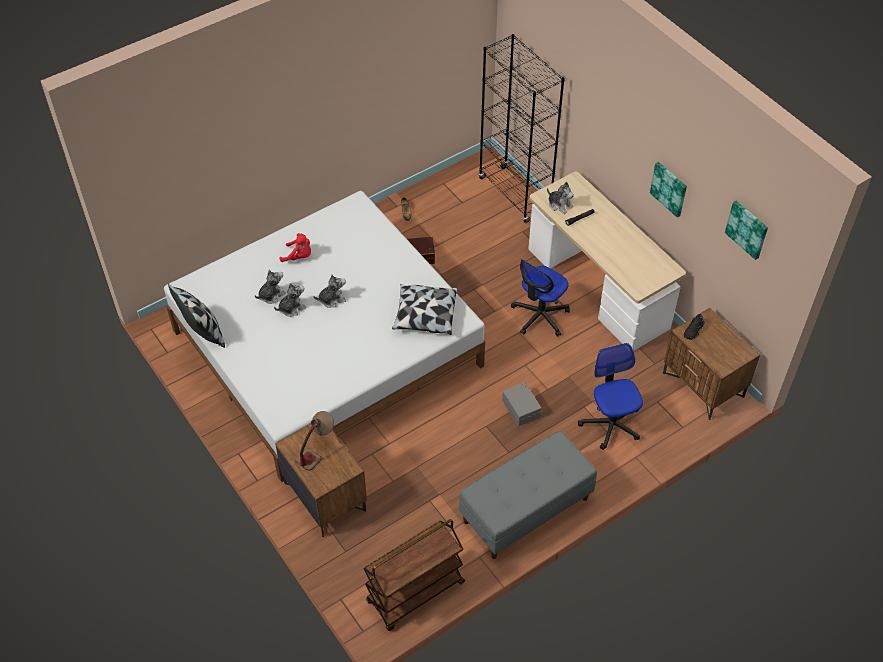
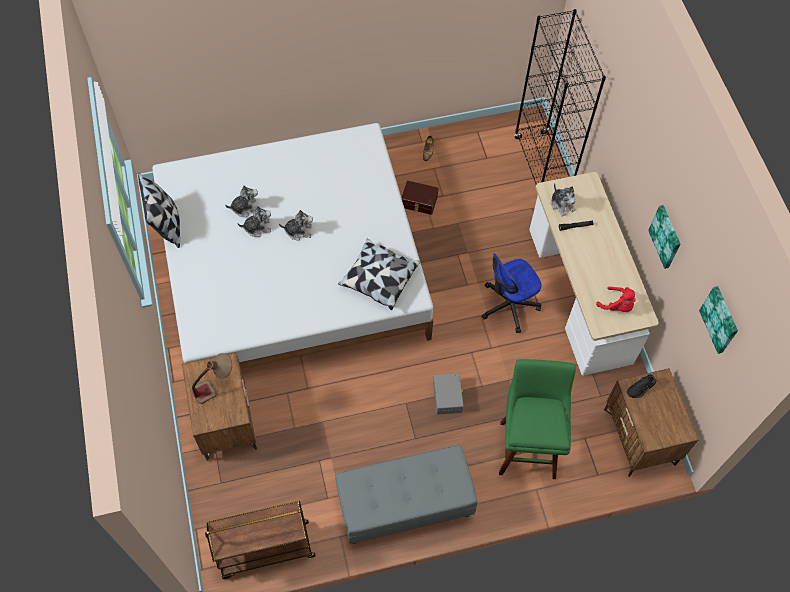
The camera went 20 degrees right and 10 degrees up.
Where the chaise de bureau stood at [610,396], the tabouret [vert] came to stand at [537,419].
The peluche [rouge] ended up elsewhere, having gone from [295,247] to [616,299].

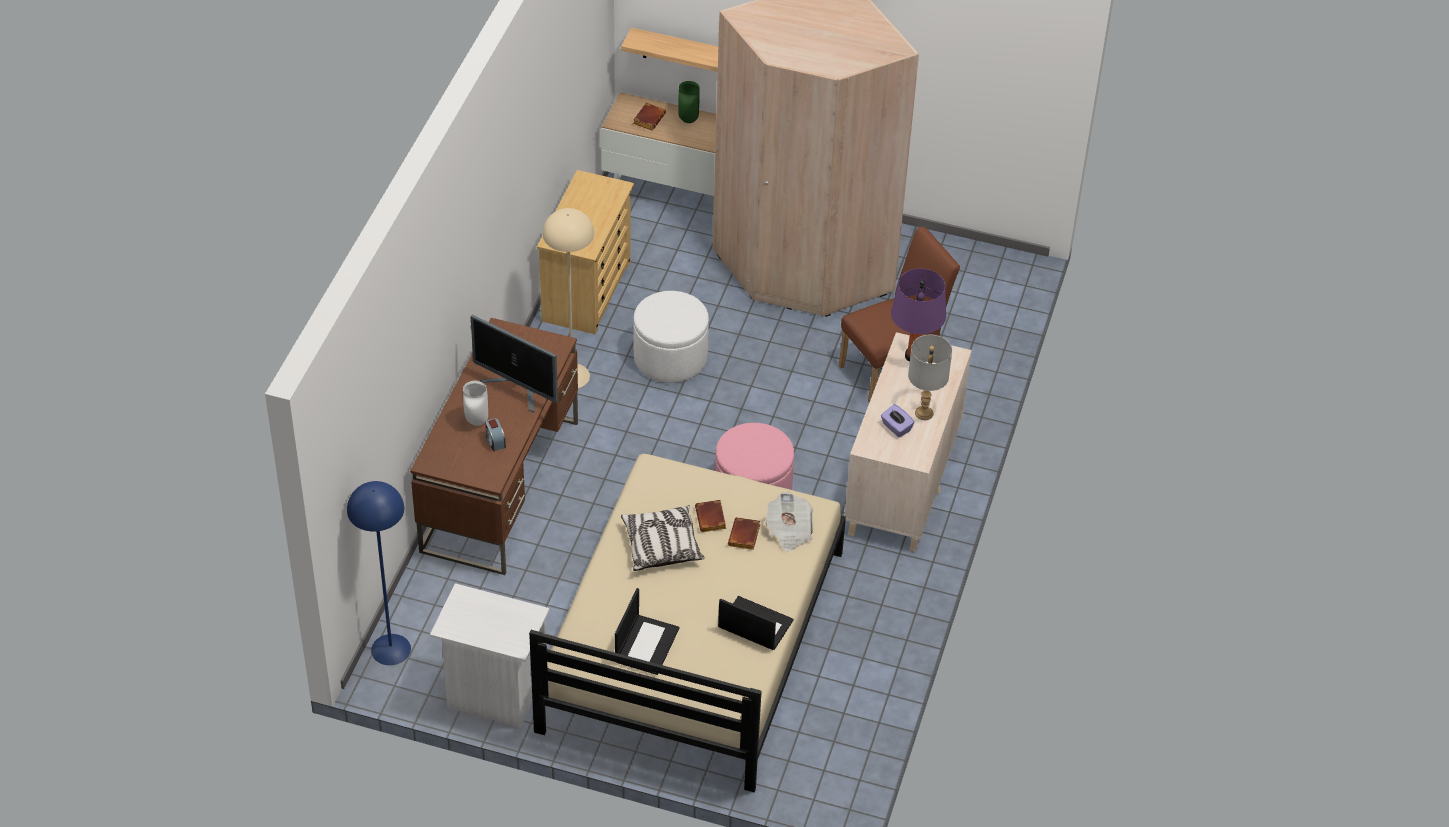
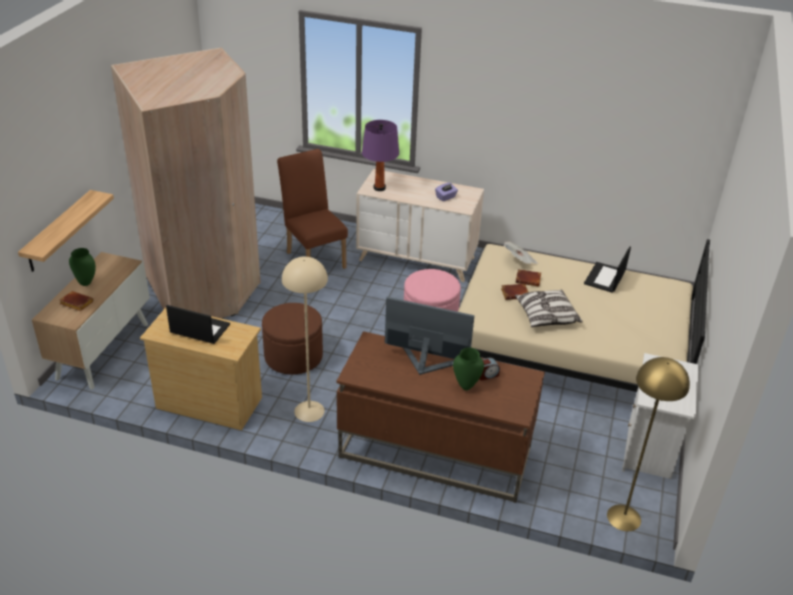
The camera went 90 degrees left and 10 degrees down.
The ordinateur portable ended up elsewhere, having gone from [647,631] to [198,324].
What was the pouf [blanc] at [671,337] turned into the pouf [marron] at [292,339].
The écran d'ordinateur at [514,364] ended up facing another way, 105 degrees counterclockwise from before.
What was the vase [blanc] at [475,403] turned into the vase [vert] at [468,368].
What was the lampadaire [bleu] at [379,573] turned into the lampadaire [jaune] at [648,444].
The second view lost the lampe de table [gris] at [930,377].

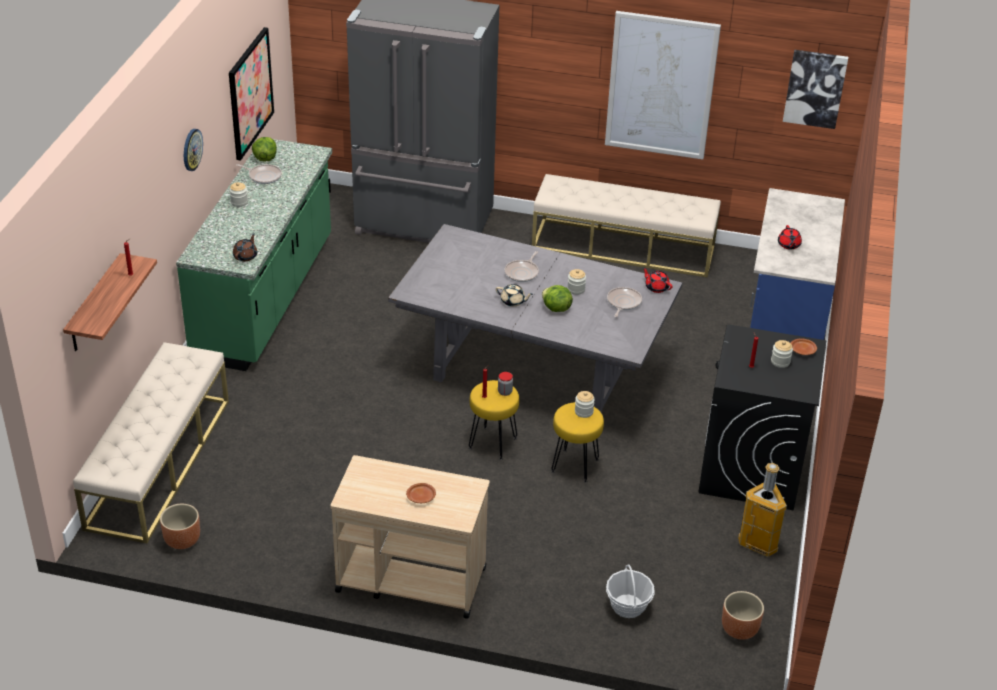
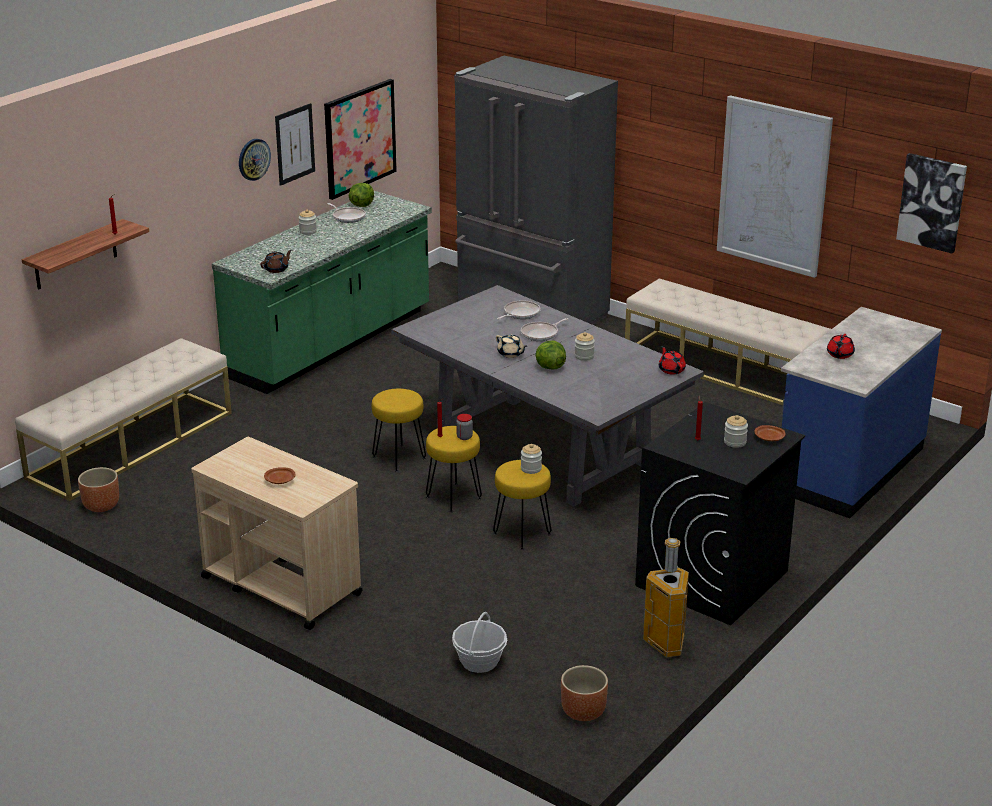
The camera went 25 degrees right and 10 degrees down.
The second view gained the tableau at [295,144].
The second view gained the tabouret [jaune] at [399,430].
The poêle ended up elsewhere, having gone from [624,302] to [518,310].

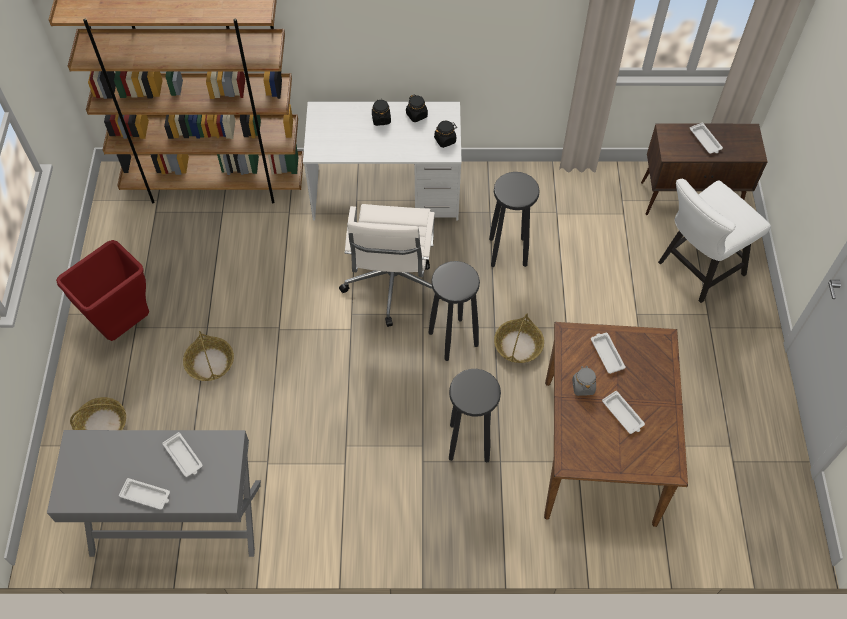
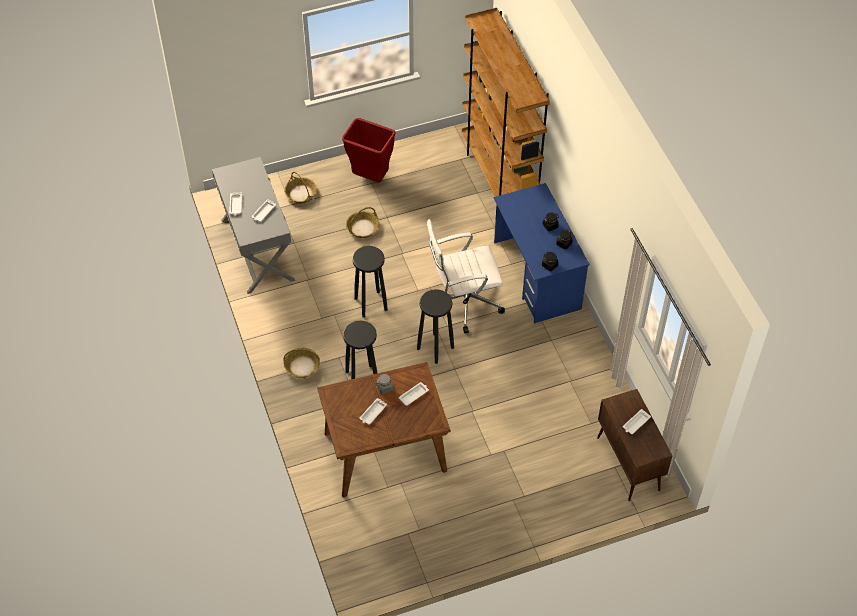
The camera went 70 degrees right and 5 degrees down.
The panier ended up elsewhere, having gone from [519,338] to [302,363].
The tabouret [noir] ended up elsewhere, having gone from [514,219] to [370,282].
What was the bureau [blanc] at [382,161] turned into the bureau [bleu] at [542,253].
The second view lost the chaise [blanc] at [714,241].

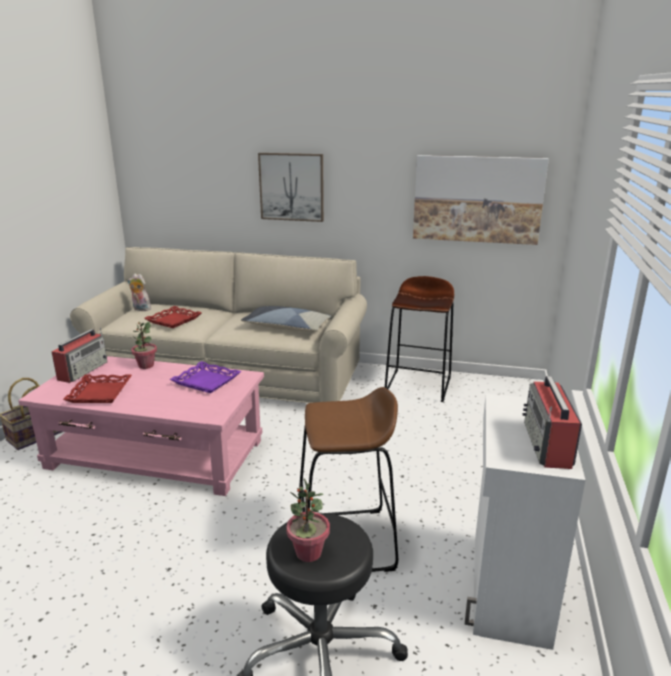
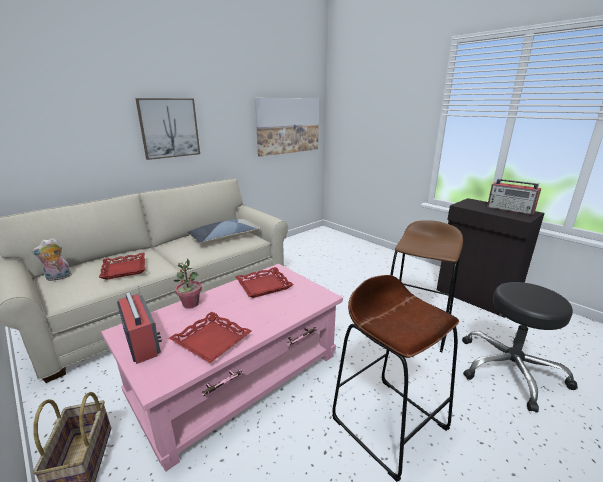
The camera went 55 degrees left and 0 degrees up.
What was the plateau [violet] at [205,377] turned into the plateau [rouge] at [264,282].
The tabouret [marron] ended up elsewhere, having gone from [419,339] to [395,378].
What was the meuble de rangement [blanc] at [525,522] turned into the meuble de rangement [noir] at [490,258].
The second view lost the plante en pot at [308,520].

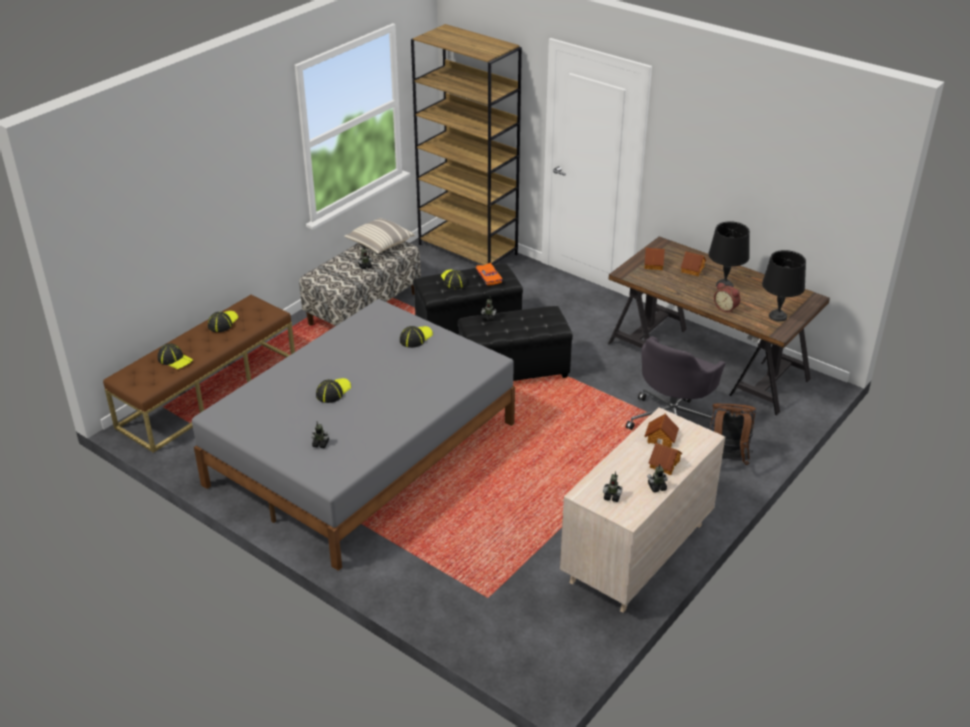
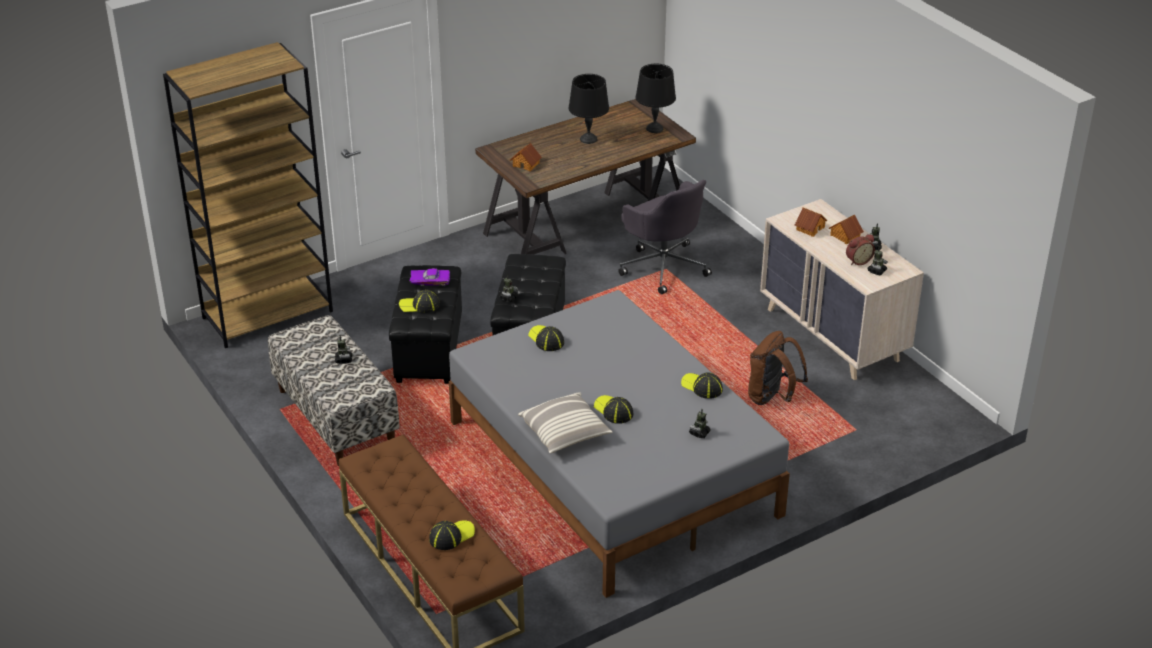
The camera went 70 degrees left and 0 degrees up.
What was the petite voiture [orange] at [489,274] turned into the petite voiture [violet] at [429,277].
The coussin ended up elsewhere, having gone from [379,236] to [565,422].
The casquette ended up elsewhere, having gone from [223,321] to [702,386].
The sac à dos [marron] ended up elsewhere, having gone from [733,434] to [778,368].
The réveil ended up elsewhere, having gone from [727,297] to [860,249].
The second view lost the maison miniature at [693,263].

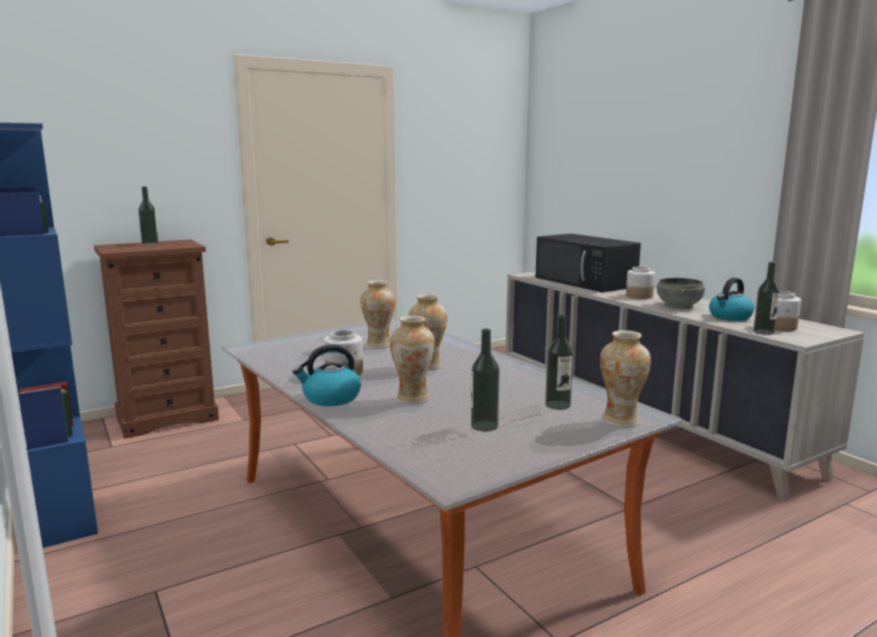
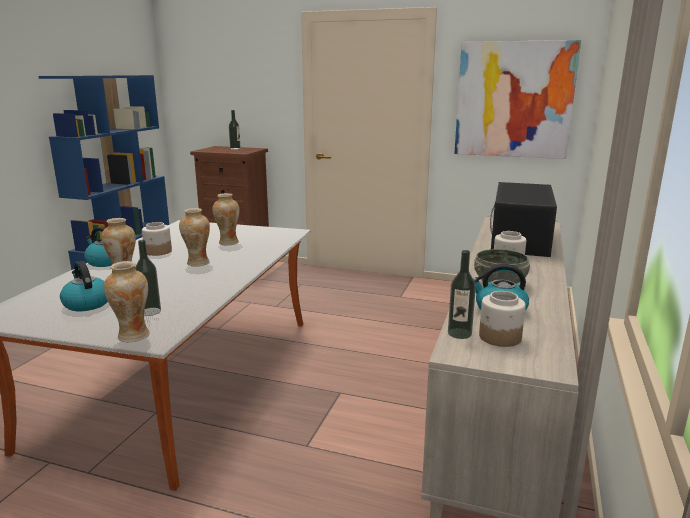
The camera went 50 degrees right and 5 degrees up.
Where the bouteille stood at [485,380], the bouilloire came to stand at [84,286].
The second view gained the tableau at [517,99].

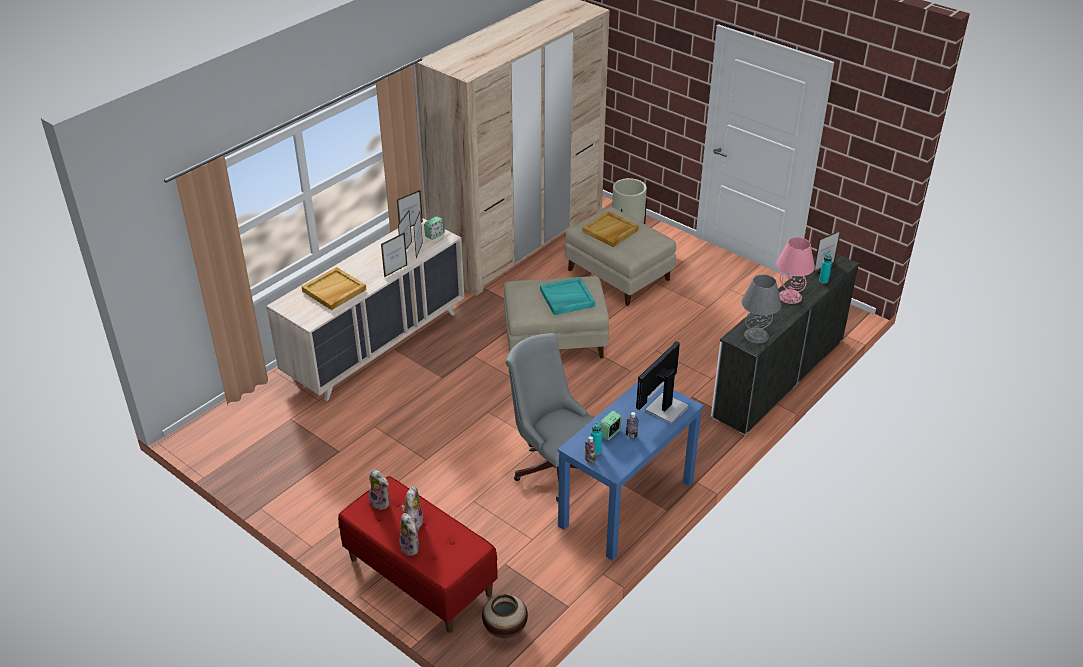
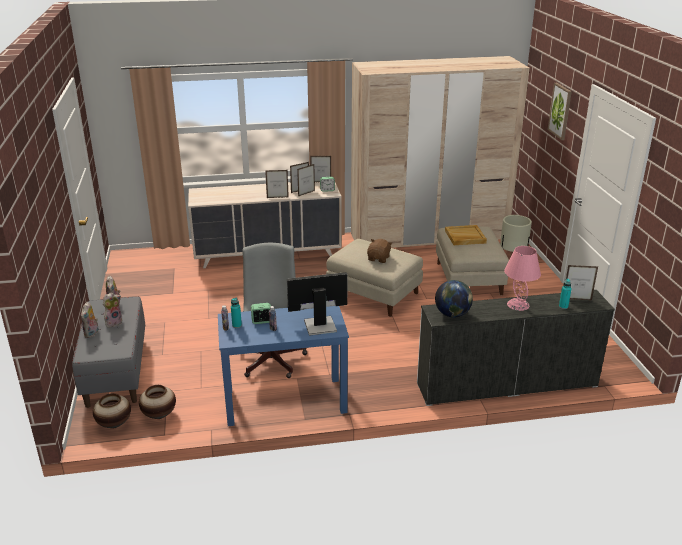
The camera went 40 degrees right and 10 degrees down.
What was the banc [rouge] at [418,554] turned into the banc [gris] at [108,352].
The second view gained the vase at [157,402].
Where the plateau [turquoise] stood at [567,296], the peluche [marron] came to stand at [380,251].
Where the lampe de table [gris] stood at [761,308], the globe came to stand at [454,298].
The second view gained the tableau at [559,111].
The second view lost the plateau [beige] at [333,288].

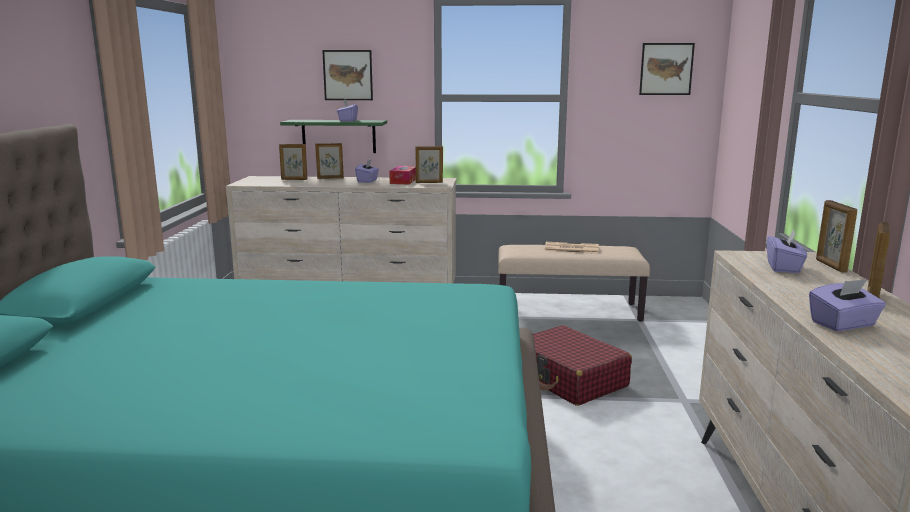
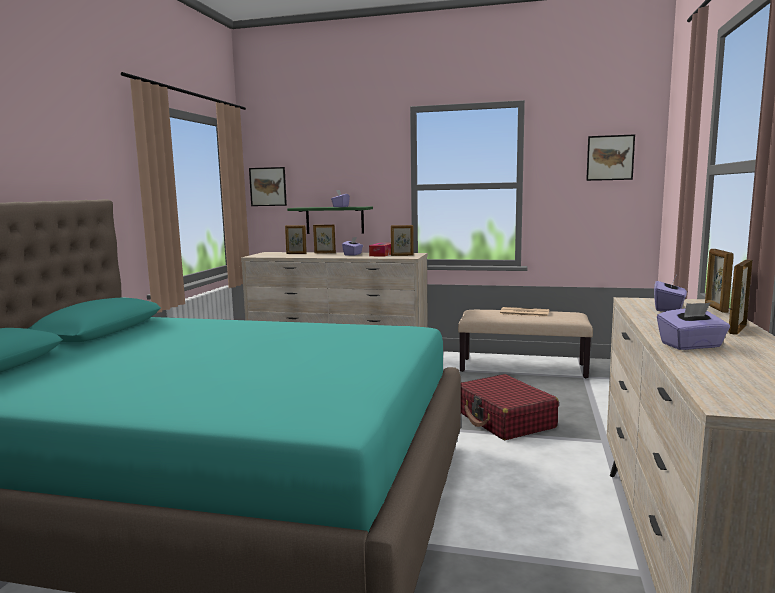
The camera went 10 degrees right and 5 degrees down.
The tableau ended up elsewhere, having gone from [347,75] to [268,186].

